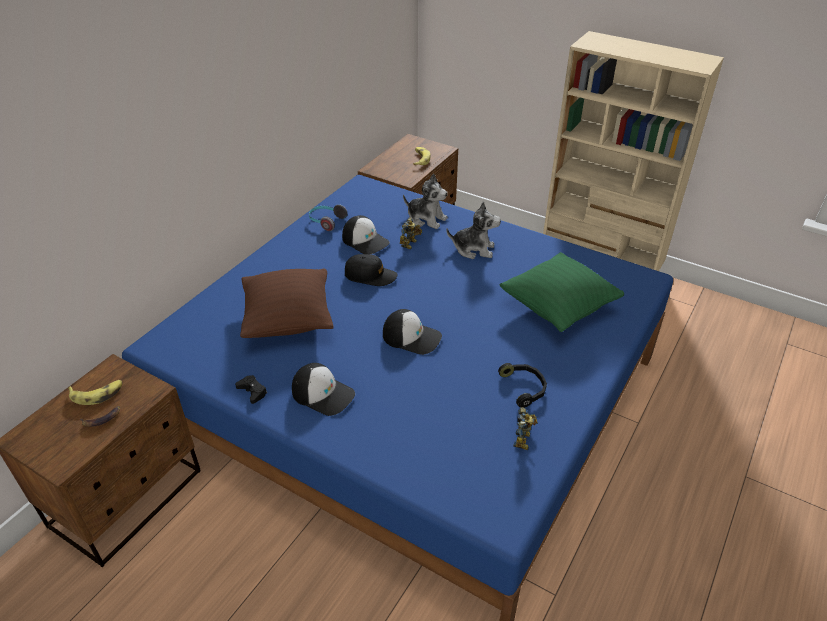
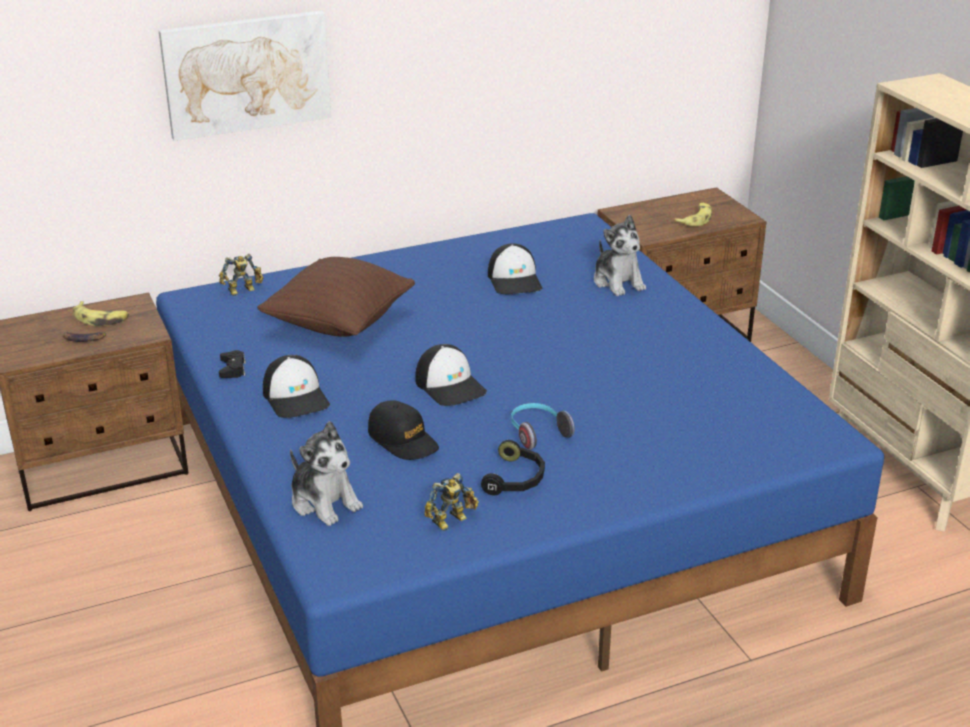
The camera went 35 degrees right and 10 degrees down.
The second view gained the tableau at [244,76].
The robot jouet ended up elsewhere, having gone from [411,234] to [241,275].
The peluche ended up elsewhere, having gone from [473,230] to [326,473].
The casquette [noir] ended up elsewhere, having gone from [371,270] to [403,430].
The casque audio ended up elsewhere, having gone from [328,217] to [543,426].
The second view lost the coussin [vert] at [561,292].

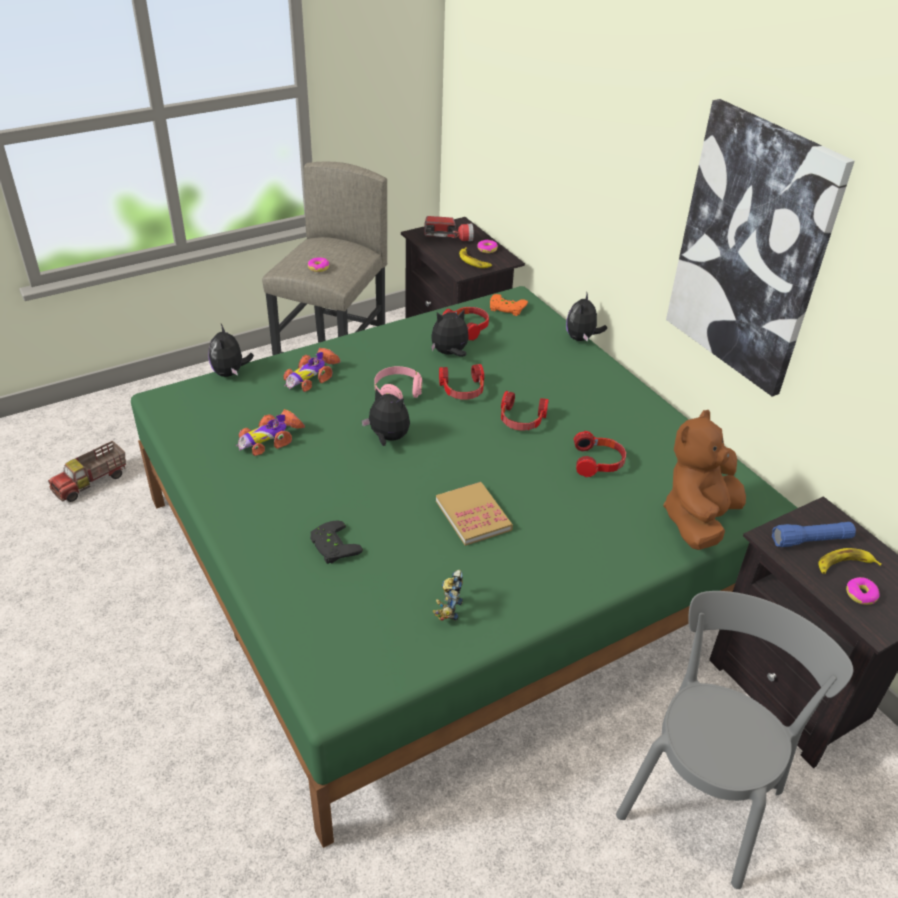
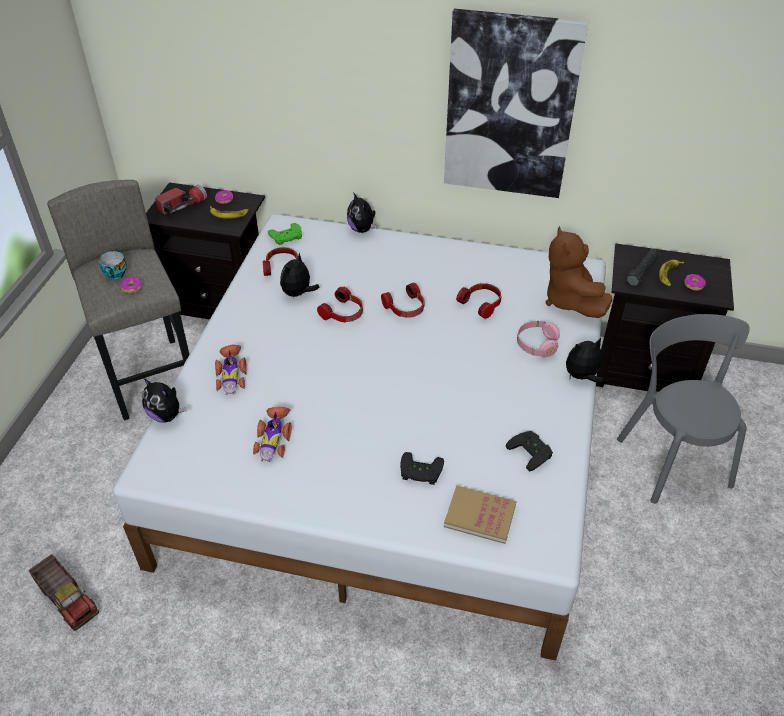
The camera went 45 degrees left and 5 degrees up.
The camion jouet at [87,471] ended up facing another way, 45 degrees counterclockwise from before.
The second view gained the tasse at [113,265].
What was the lit [vert] at [464,567] turned into the lit [blanc] at [359,437].
What was the manette [orange] at [509,305] turned into the manette [vert] at [285,234].
The livre ended up elsewhere, having gone from [474,514] to [480,515].
Where the robot jouet stood at [448,595], the manette [noir] came to stand at [529,451].
The casque audio [rose] ended up elsewhere, having gone from [398,382] to [538,339].
The peluche ended up elsewhere, having gone from [385,417] to [585,360].
What was the lampe de poche [bleu] at [814,534] turned into the lampe de poche [noir] at [642,267].

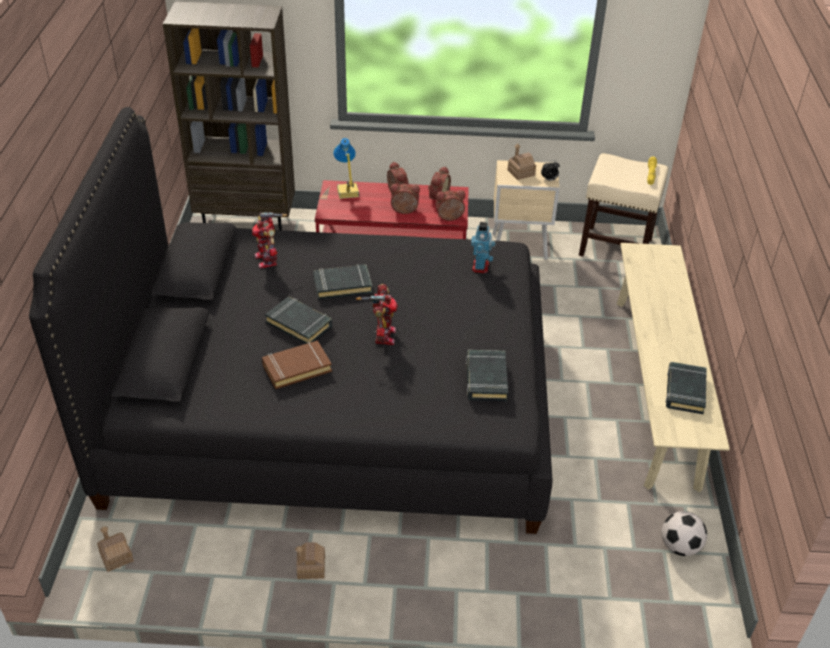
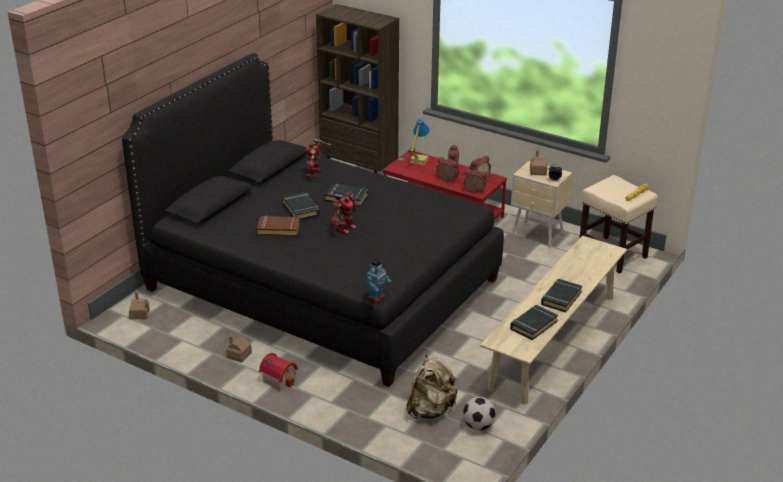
The camera went 30 degrees right and 10 degrees down.
The second view gained the maison miniature at [278,371].
The robot jouet ended up elsewhere, having gone from [483,247] to [379,281].
The second view gained the sac à dos [beige] at [432,386].
The livre [noir] ended up elsewhere, having gone from [487,375] to [561,296].

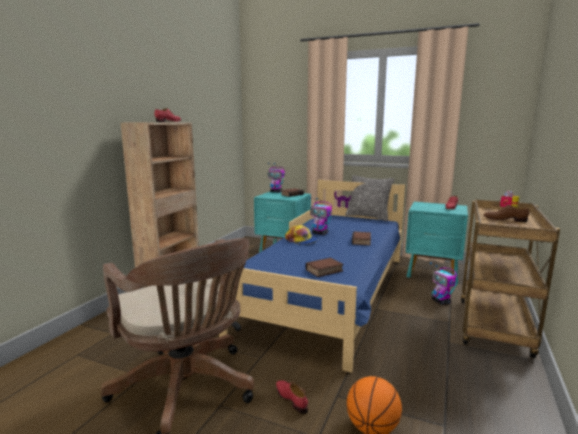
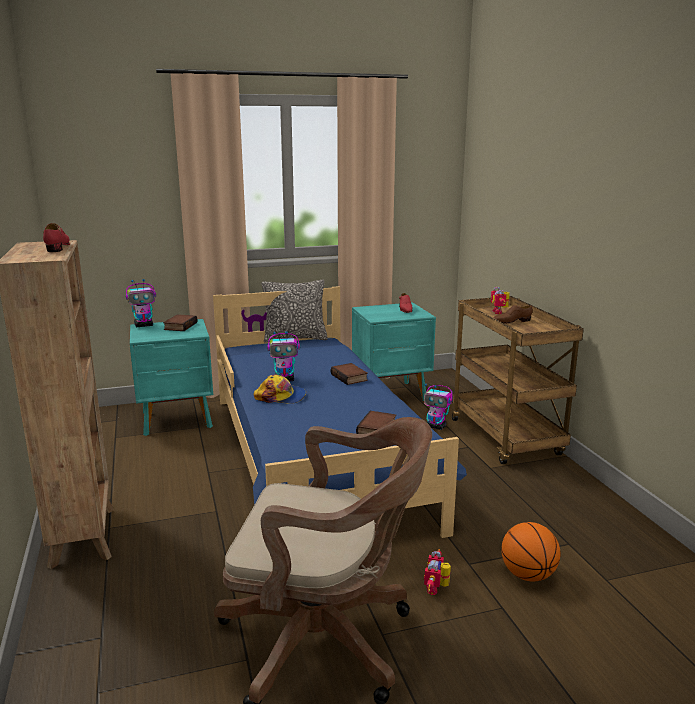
The camera went 40 degrees left and 5 degrees up.
Where the chaussure [rouge] stood at [292,397], the robot jouet came to stand at [437,572].

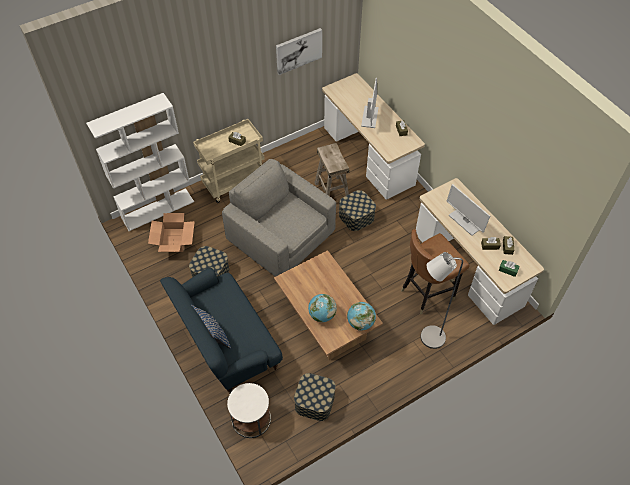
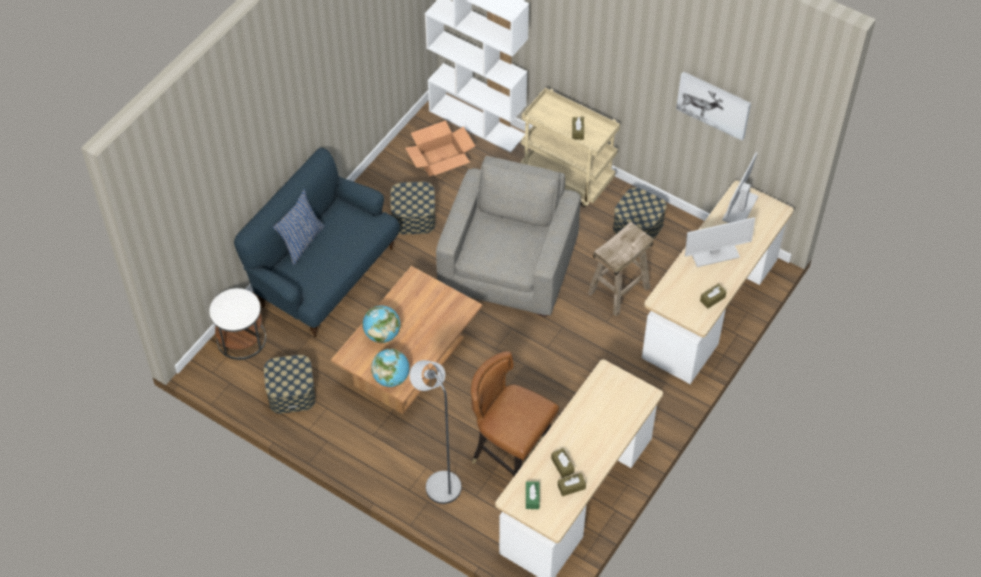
The camera went 65 degrees right and 0 degrees up.
The boîte de rangement ended up elsewhere, having gone from [357,210] to [640,213].
The écran d'ordinateur ended up elsewhere, having gone from [468,210] to [740,187].

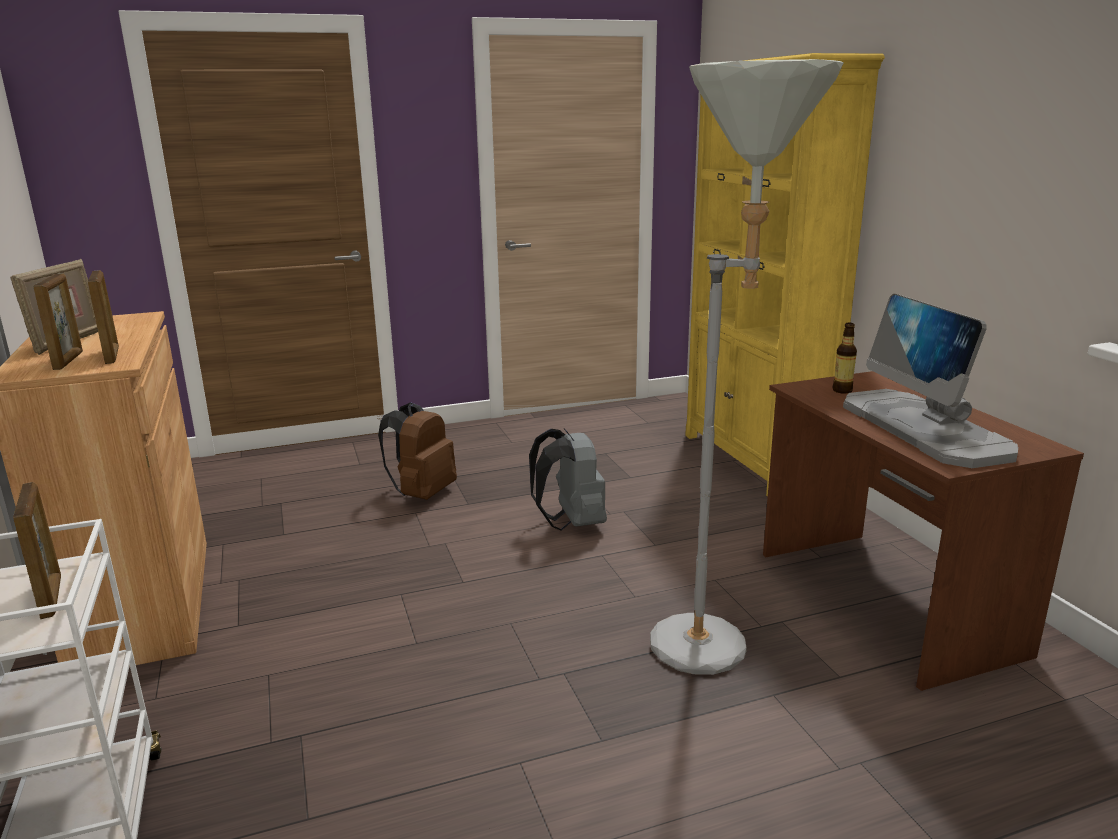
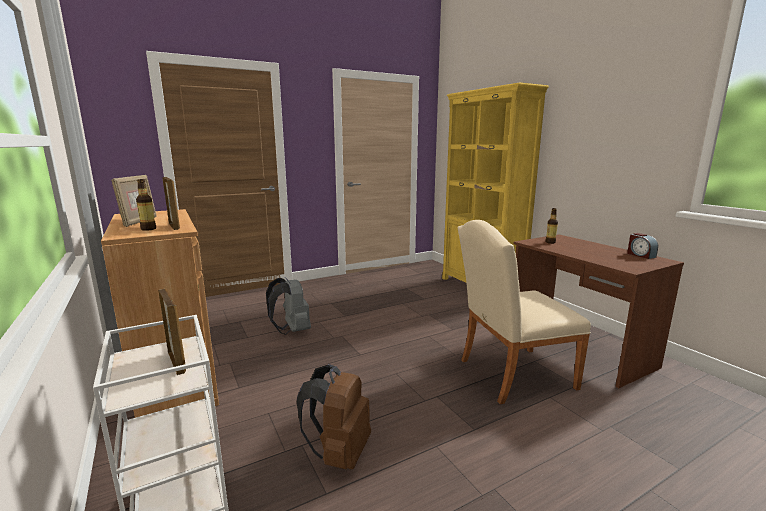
The camera went 10 degrees left and 5 degrees down.
Where the cadre photo stood at [58,322], the bouteille came to stand at [146,205].
The sac à dos [gris] ended up elsewhere, having gone from [568,480] to [288,306].
The sac à dos [marron] ended up elsewhere, having gone from [417,451] to [334,416].
Where the lampadaire [gris] stood at [747,367], the chaise [beige] came to stand at [524,312].
The second view gained the réveil at [642,246].
The second view lost the écran d'ordinateur at [930,380].

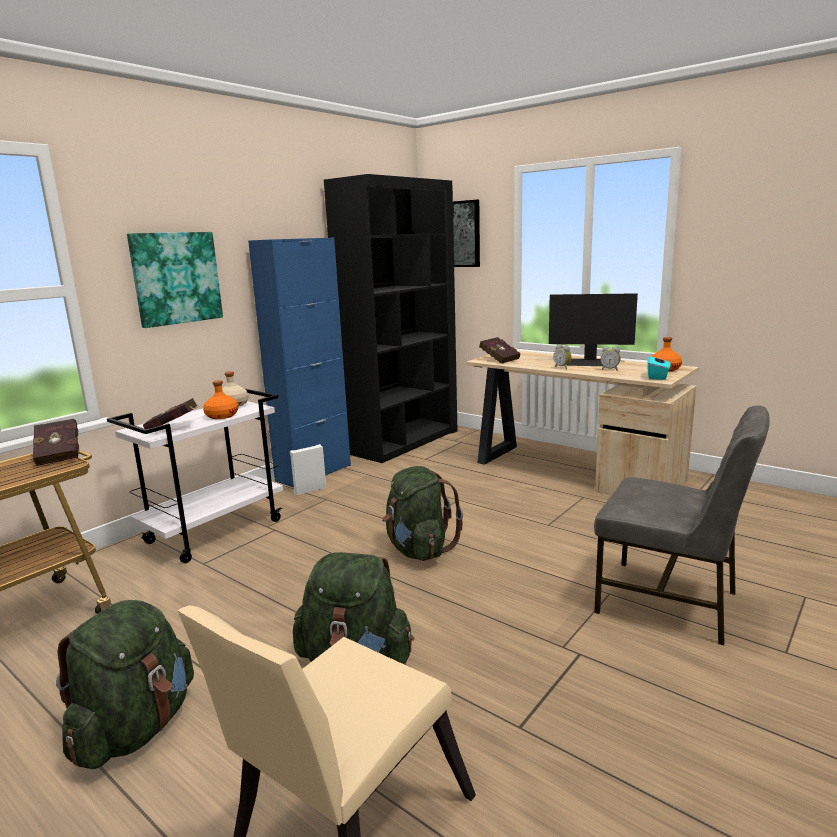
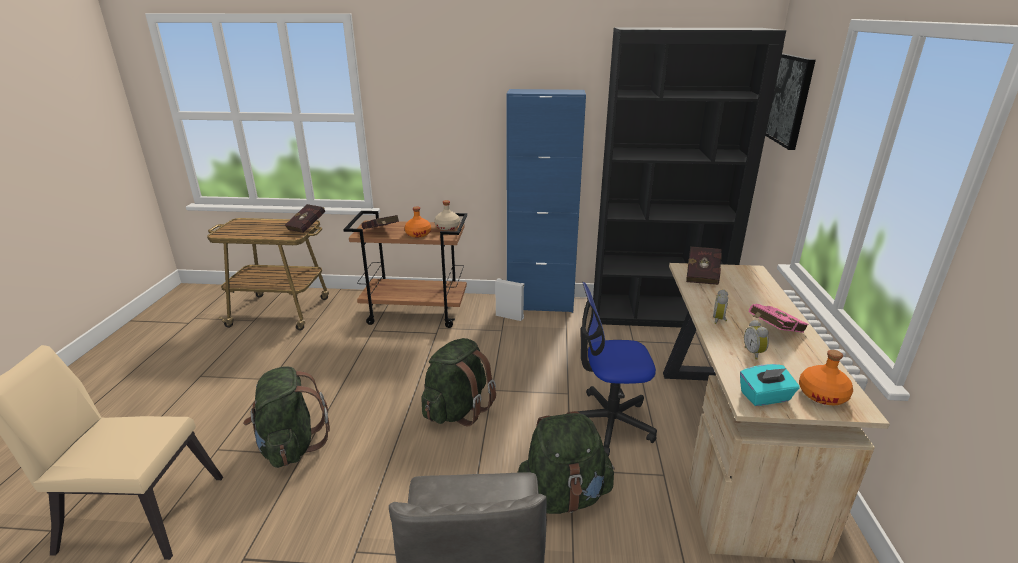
The camera went 55 degrees right and 10 degrees up.
What was the chariot [blanc] at [195,476] turned into the chariot [marron] at [405,269].
The sac à dos [vert] ended up elsewhere, having gone from [125,684] to [566,462].
The second view gained the chaise de bureau at [617,369].
Where the écran d'ordinateur stood at [593,329], the livre [rose] came to stand at [778,318].
The second view lost the tableau at [175,280].

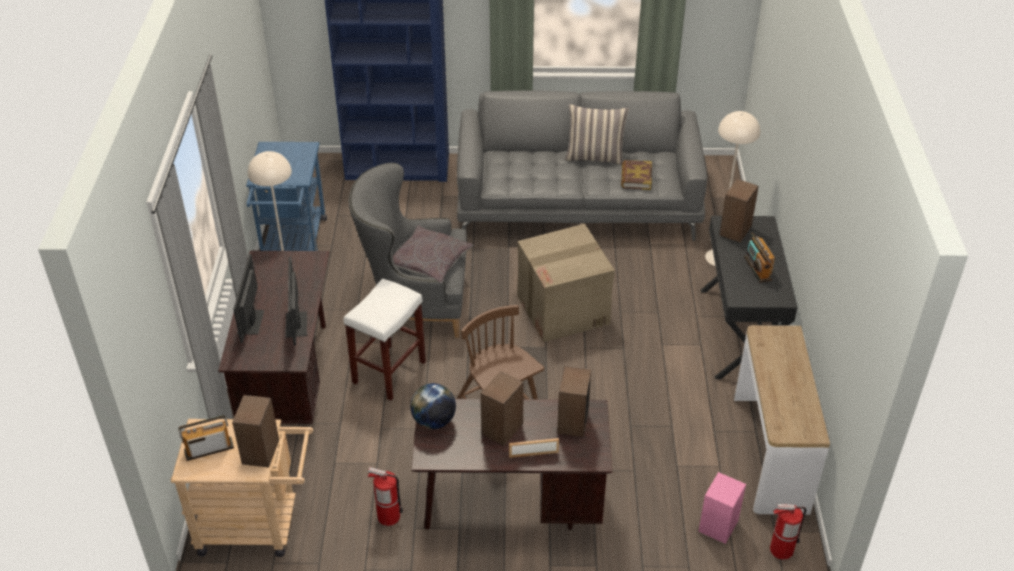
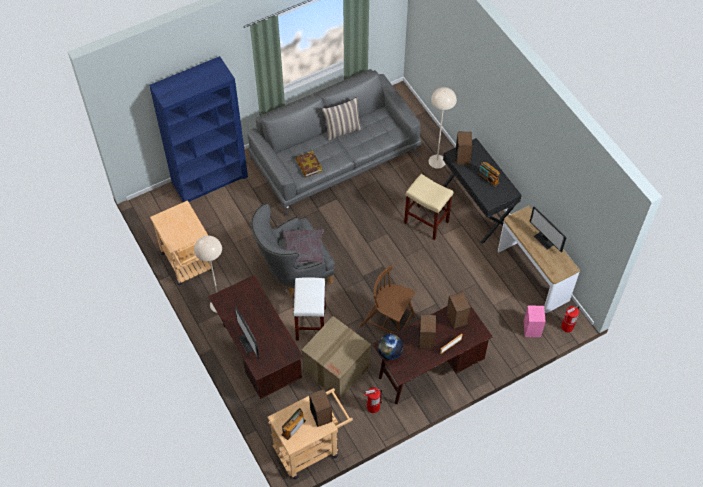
The camera went 30 degrees left and 15 degrees up.
What was the chariot [bleu] at [286,196] turned into the chariot [beige] at [182,242].
The livre ended up elsewhere, having gone from [636,175] to [308,164].
The carton ended up elsewhere, having gone from [566,283] to [336,358].
The second view gained the tabouret [beige] at [428,207].
The écran d'ordinateur ended up elsewhere, having gone from [296,301] to [548,229].

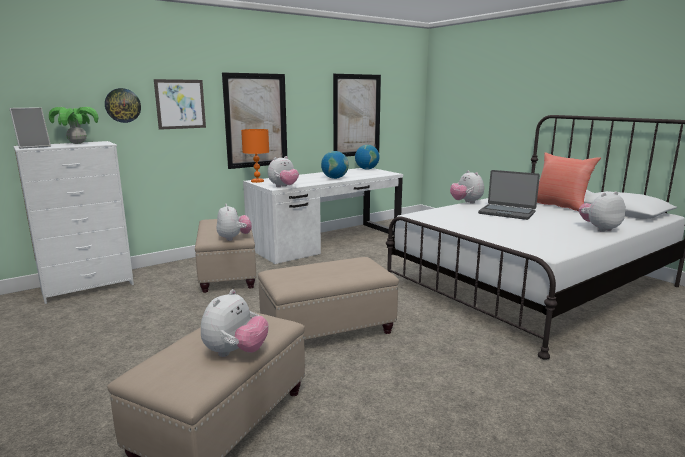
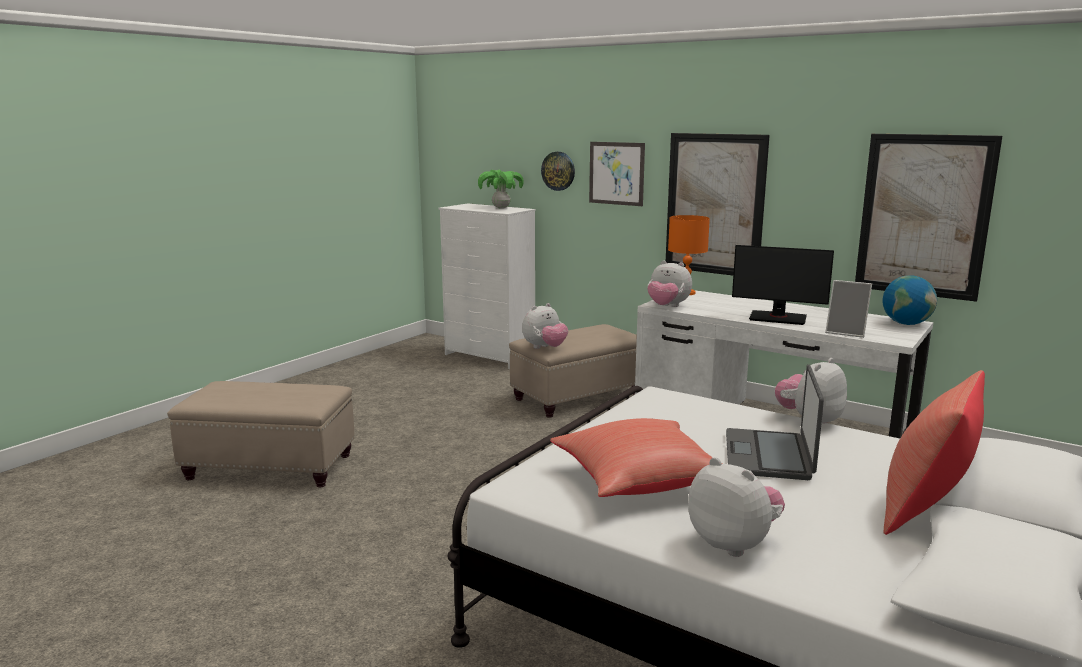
The camera went 70 degrees right and 0 degrees up.
The second view gained the coussin [rouge] at [636,457].
Where the globe stood at [335,165], the écran d'ordinateur came to stand at [783,285].
The cadre photo ended up elsewhere, having gone from [30,128] to [848,309].
The second view lost the peluche at [235,323].
The second view lost the pouf [beige] at [328,298].

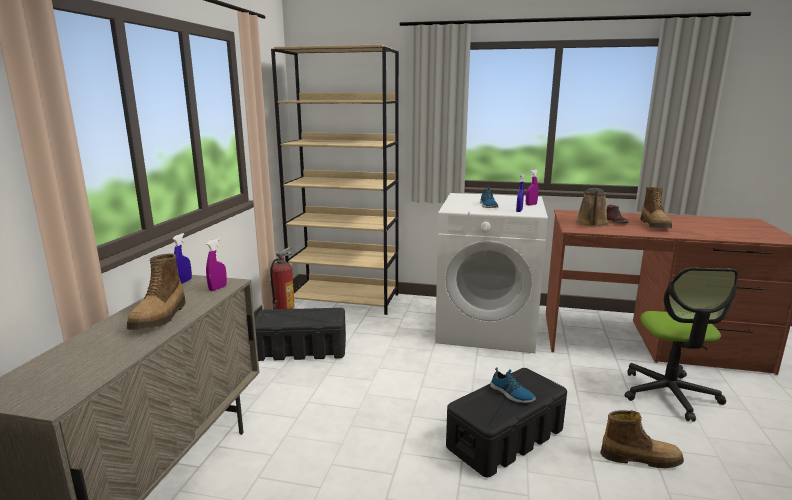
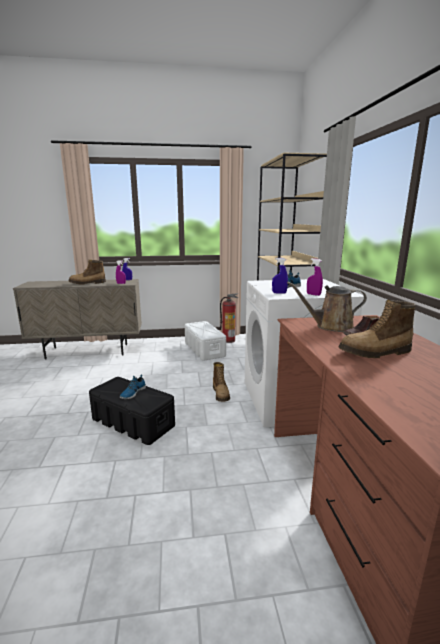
The camera went 70 degrees right and 0 degrees up.
What was the boîte de rangement [noir] at [300,334] turned into the boîte de rangement [blanc] at [205,341].
The botte ended up elsewhere, having gone from [642,439] to [221,382].
The second view lost the chaise de bureau at [682,345].

